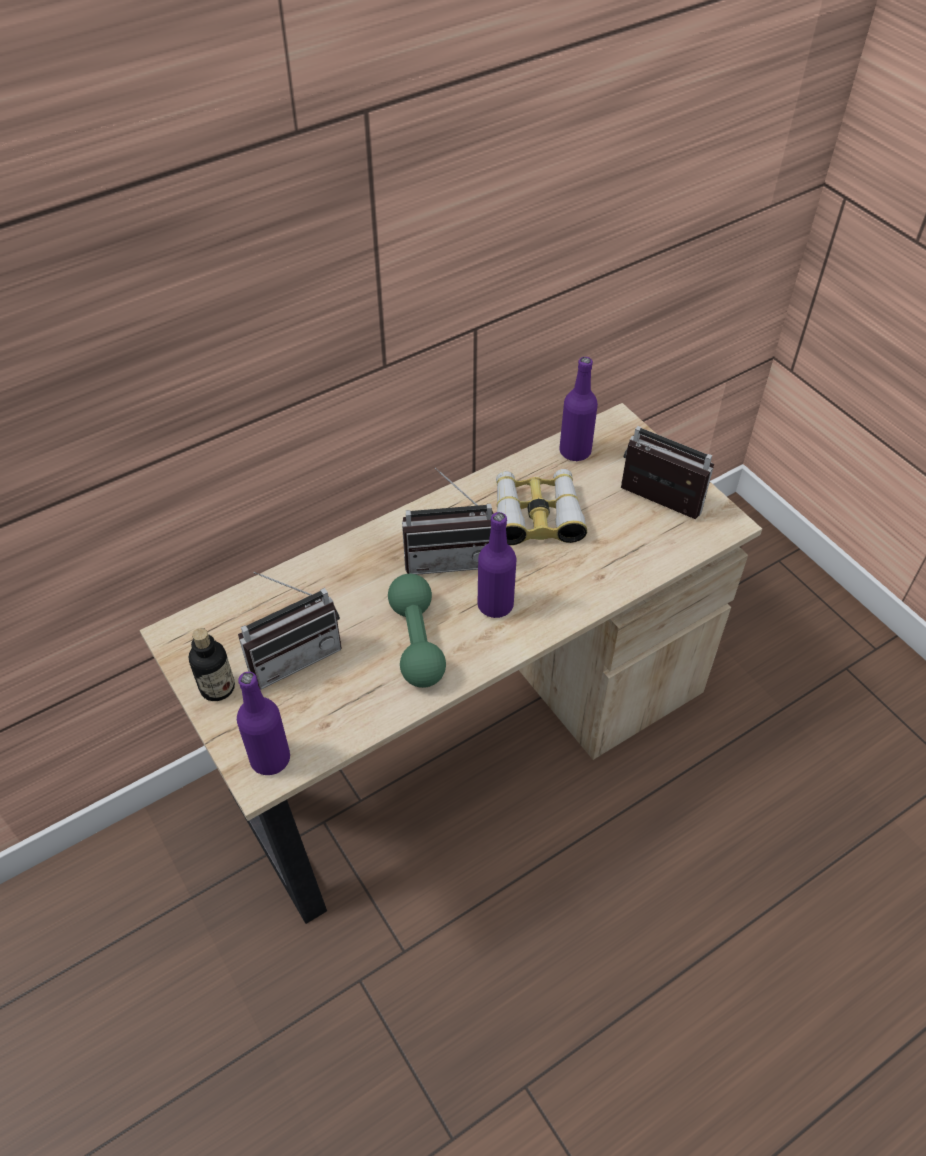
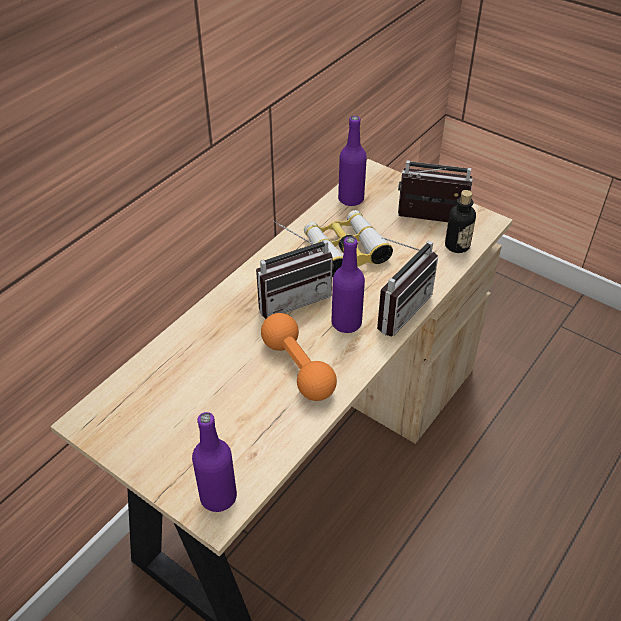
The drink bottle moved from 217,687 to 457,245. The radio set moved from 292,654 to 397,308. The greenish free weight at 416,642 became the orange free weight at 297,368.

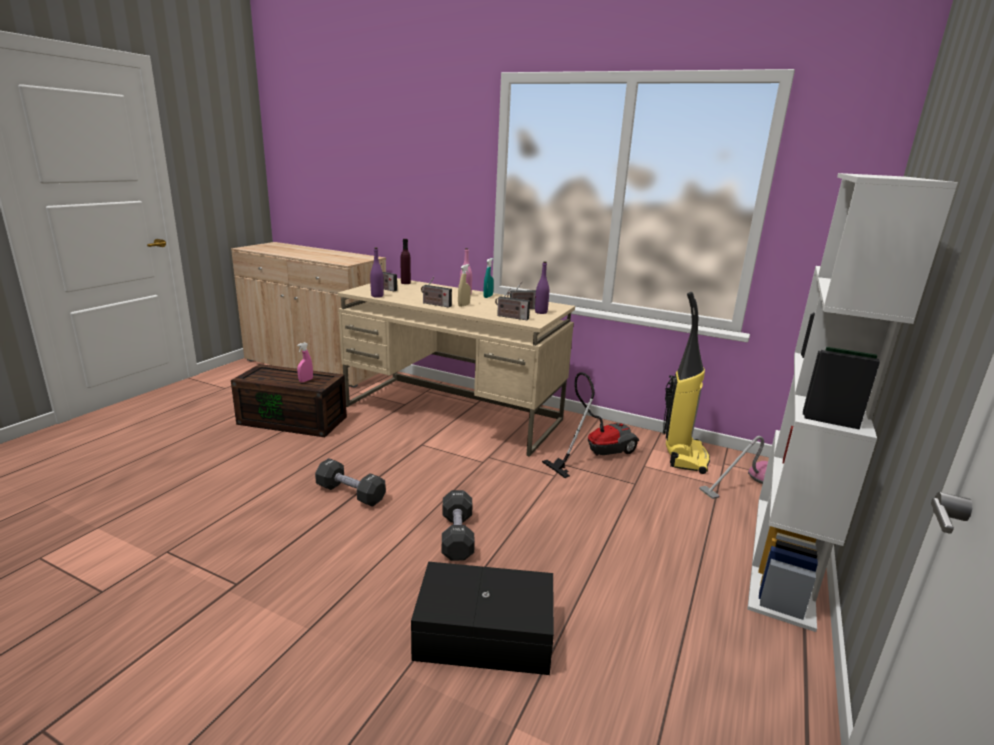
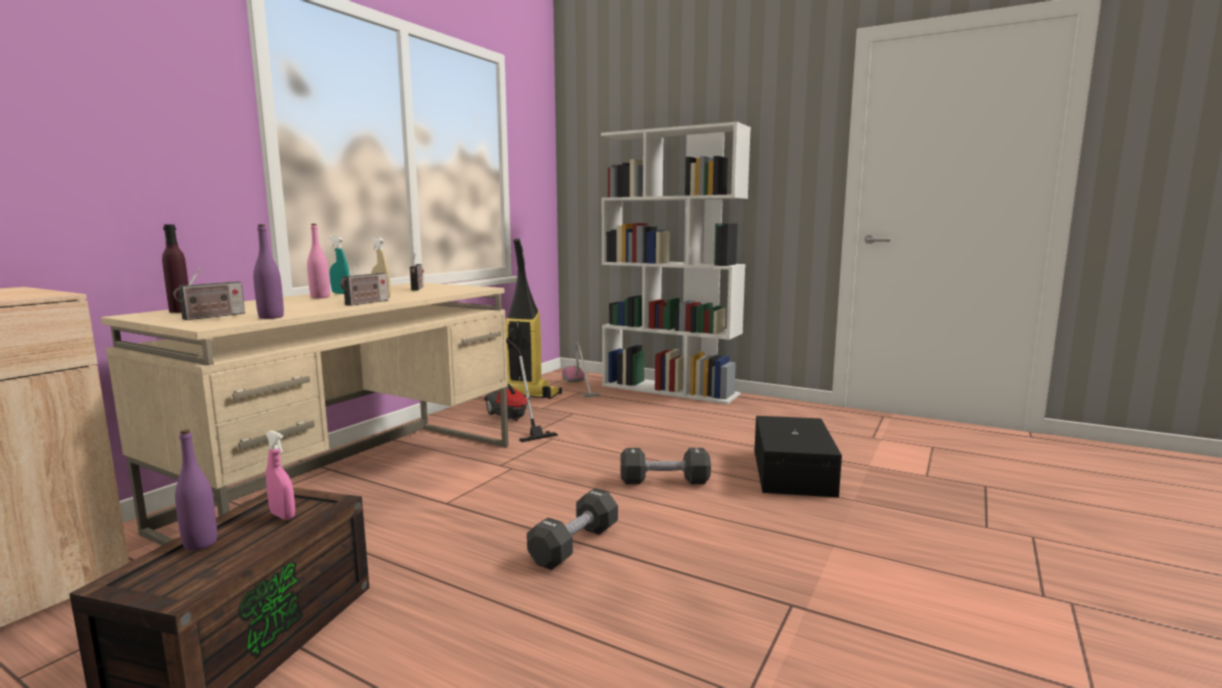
The radio set at 511,317 disappeared. The purplish drink bottle moved from 541,312 to 200,543.

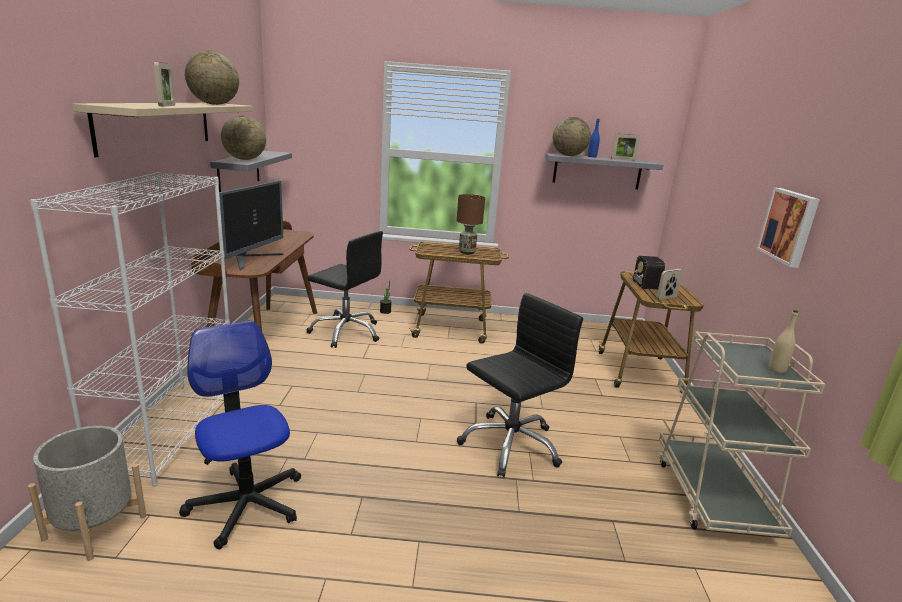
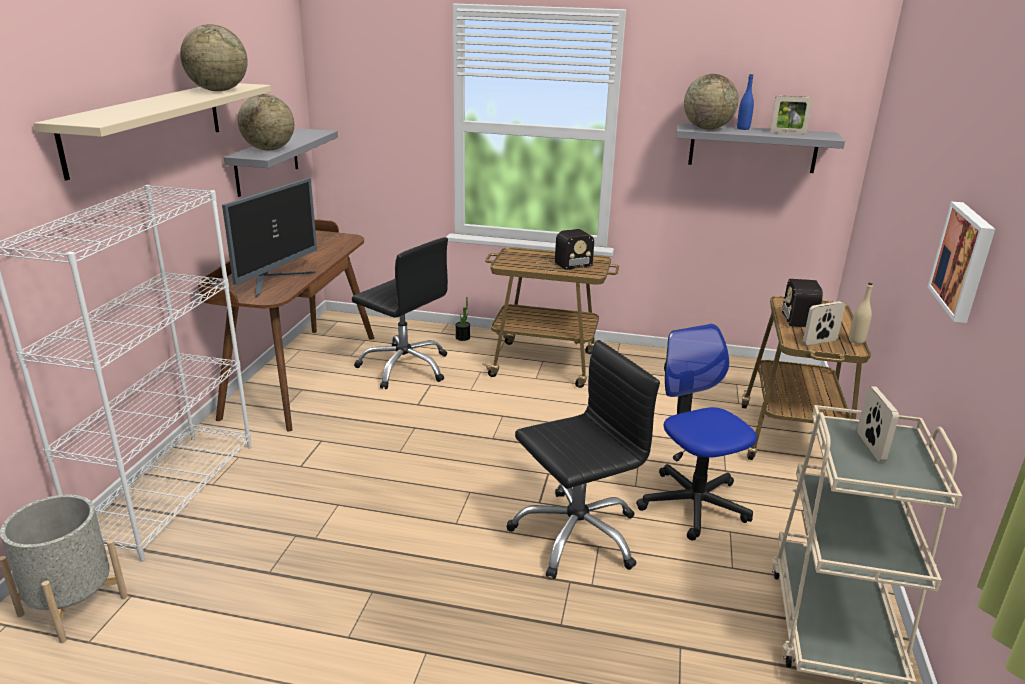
The picture frame moved from 167,106 to 870,447. The desk chair moved from 246,504 to 693,504. The beige drink bottle moved from 776,370 to 856,341. The brownish tabletop lamp at 467,252 was replaced by the radio set at 561,265.

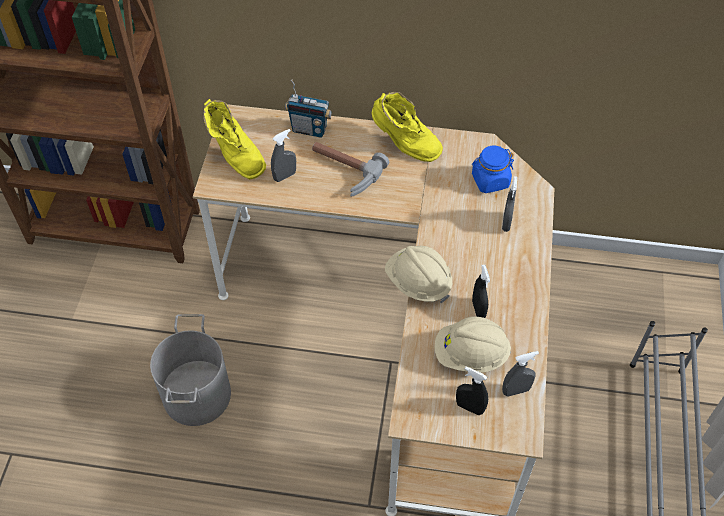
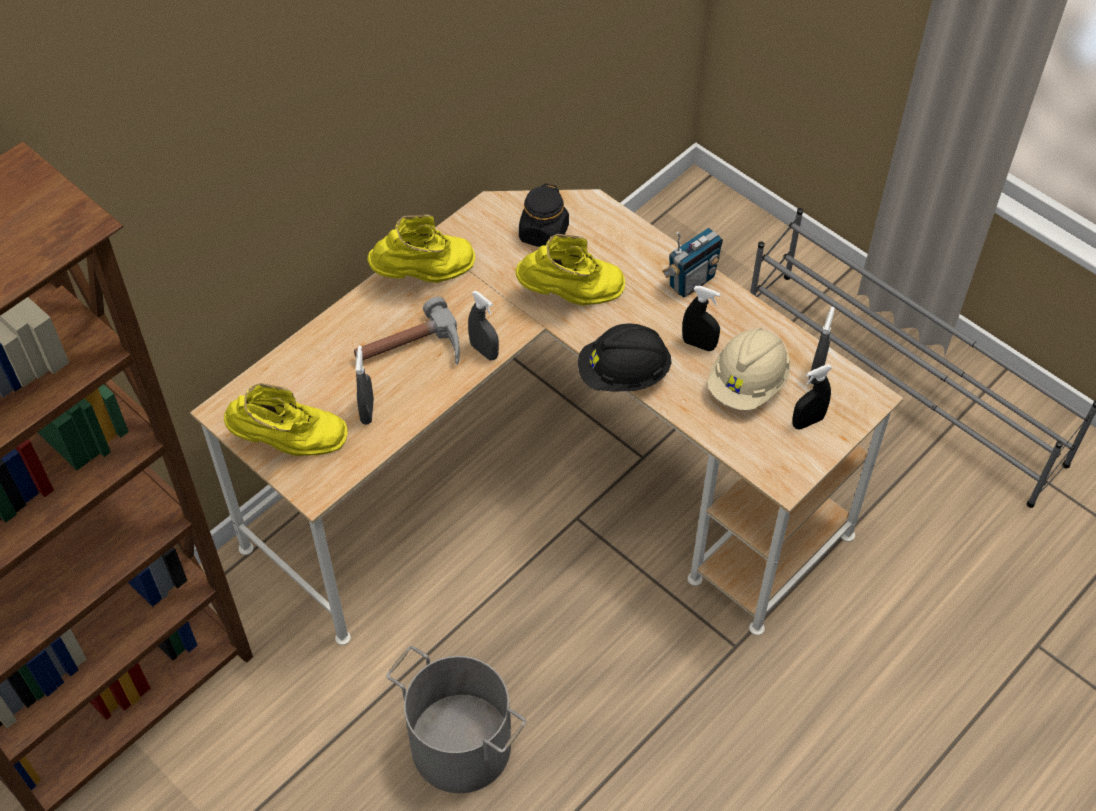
The yellowish high-top boot at 571,296 appeared. The radio set moved from 309,129 to 691,281. The gray sprayer moved from 506,223 to 484,351. The beige work helmet at 418,283 became the blackish work helmet at 623,374. The bluish storage jar at 490,181 became the blackish storage jar at 544,234.

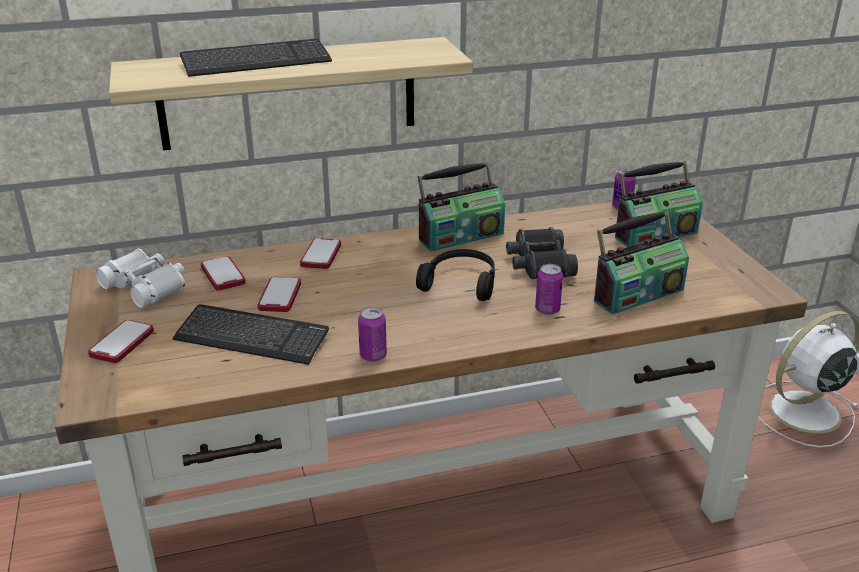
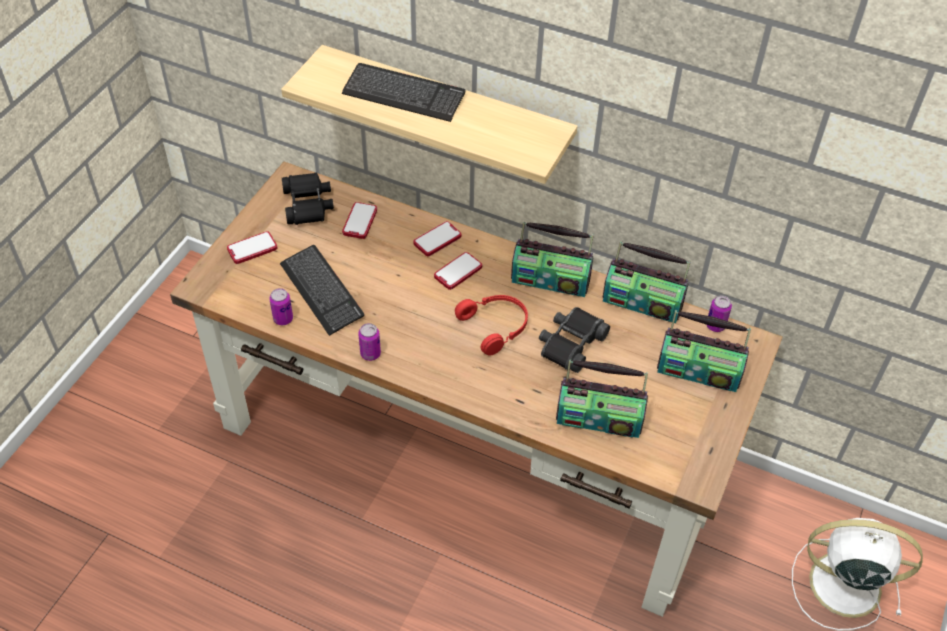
The radio set at 642,302 appeared. The phone moved from 280,296 to 458,272. The can moved from 547,309 to 283,319. The white field glasses at 146,286 became the blackish field glasses at 308,204. The blackish headphones at 461,282 became the reddish headphones at 495,326.

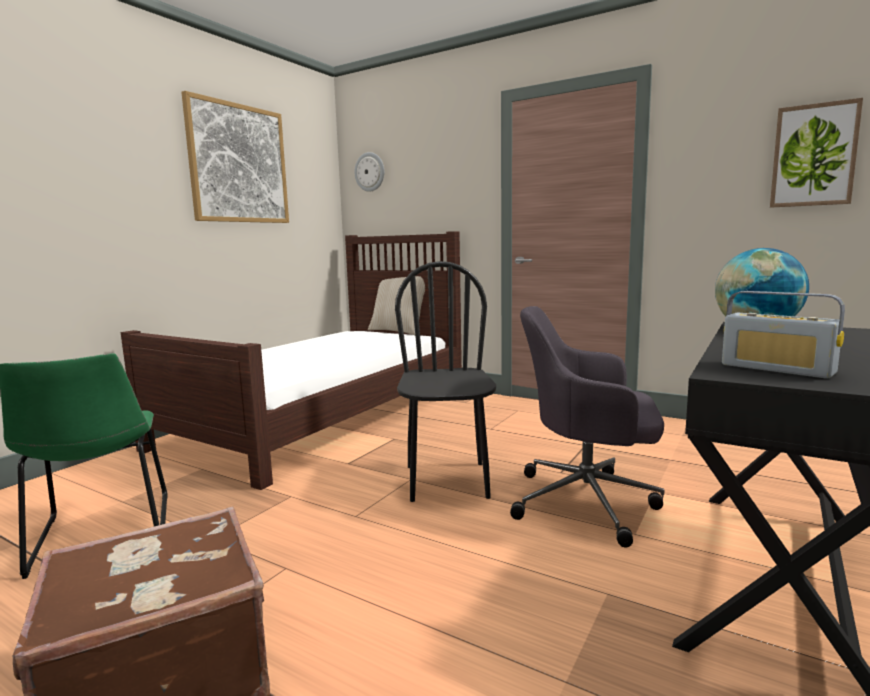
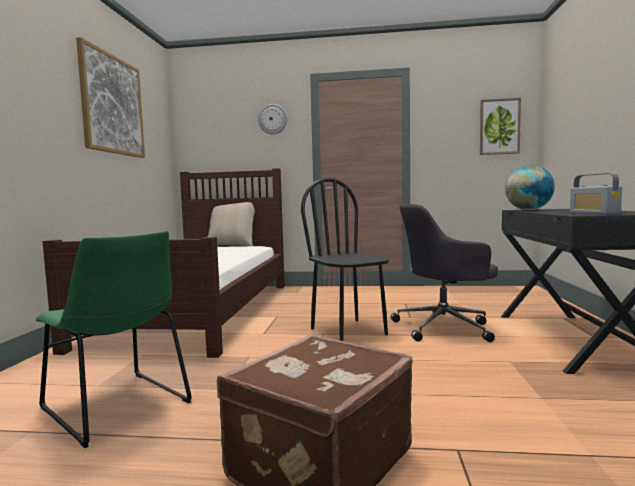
The hanging clock moved from 370,172 to 272,119. The radio set at 777,369 turned 60 degrees clockwise.

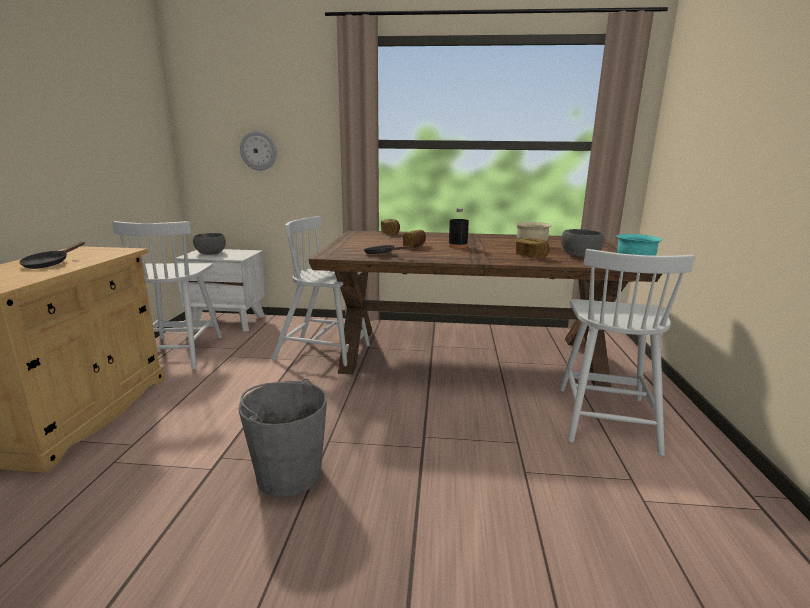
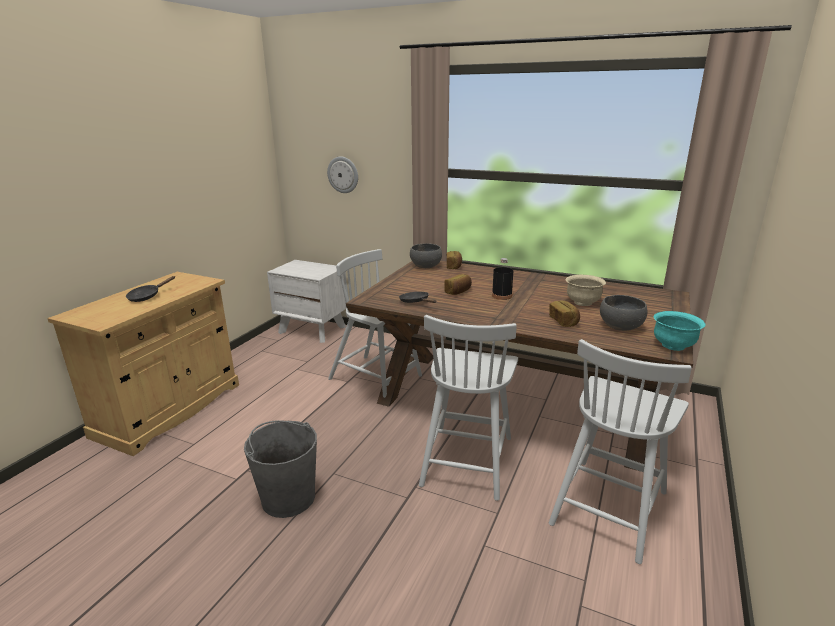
The white upright chair moved from 178,352 to 467,459. The gray deep dish moved from 211,253 to 426,266.

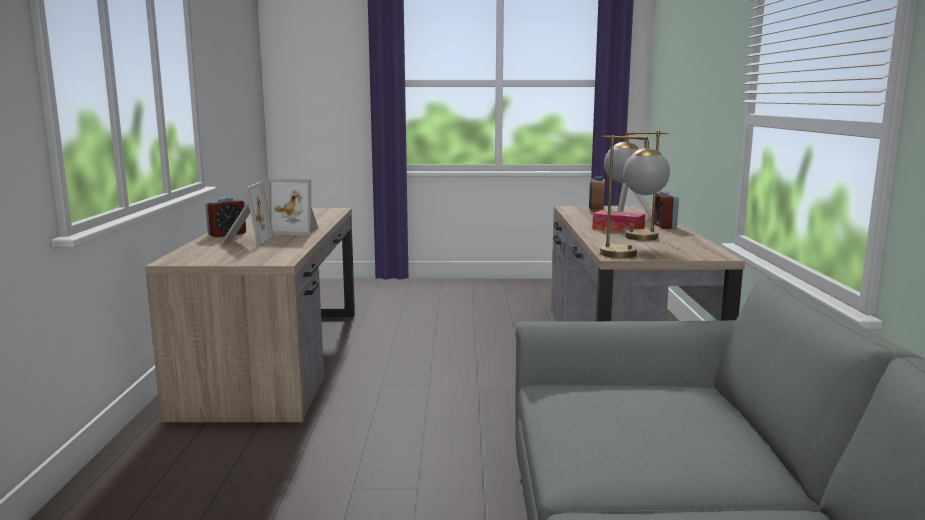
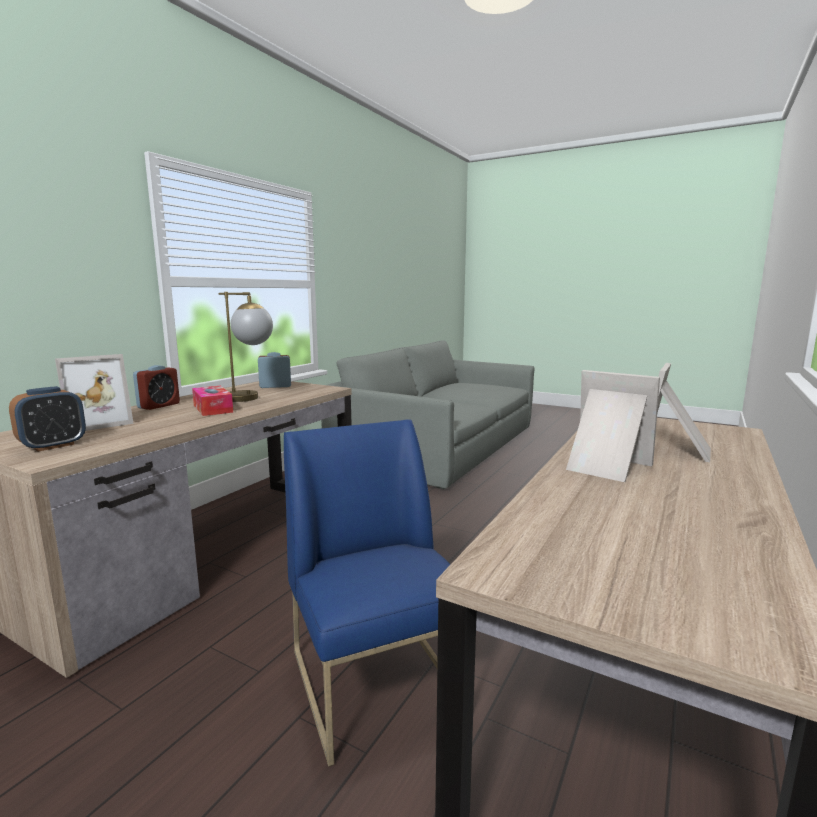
The tabletop lamp at 631,255 disappeared. The bluish upright chair at 378,682 appeared. The alarm clock moved from 227,234 to 275,386.

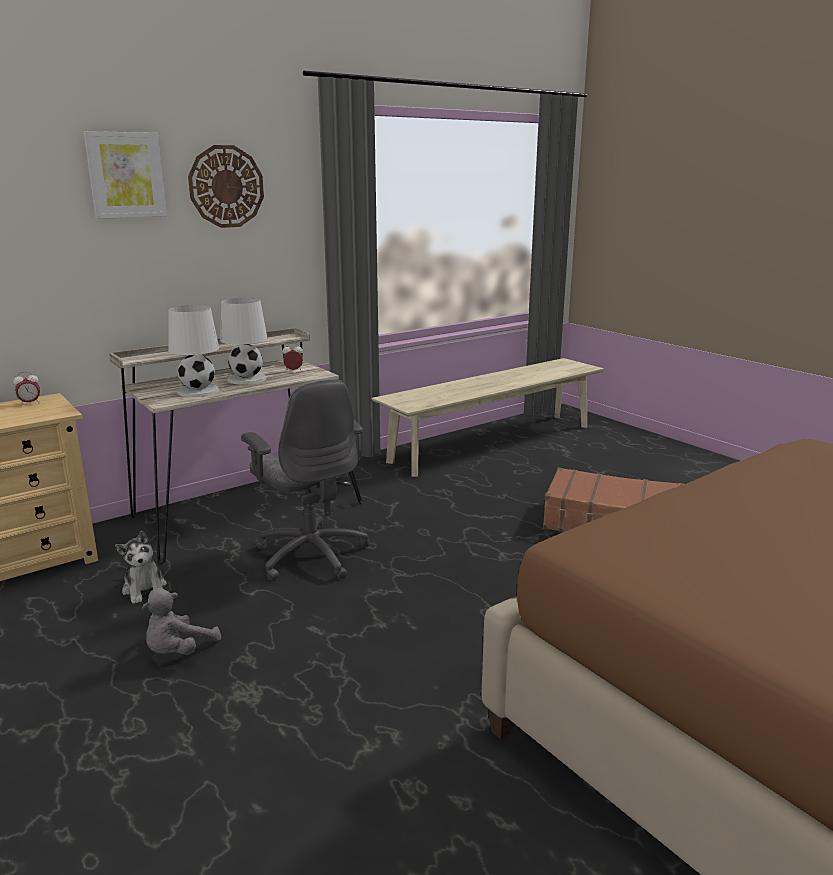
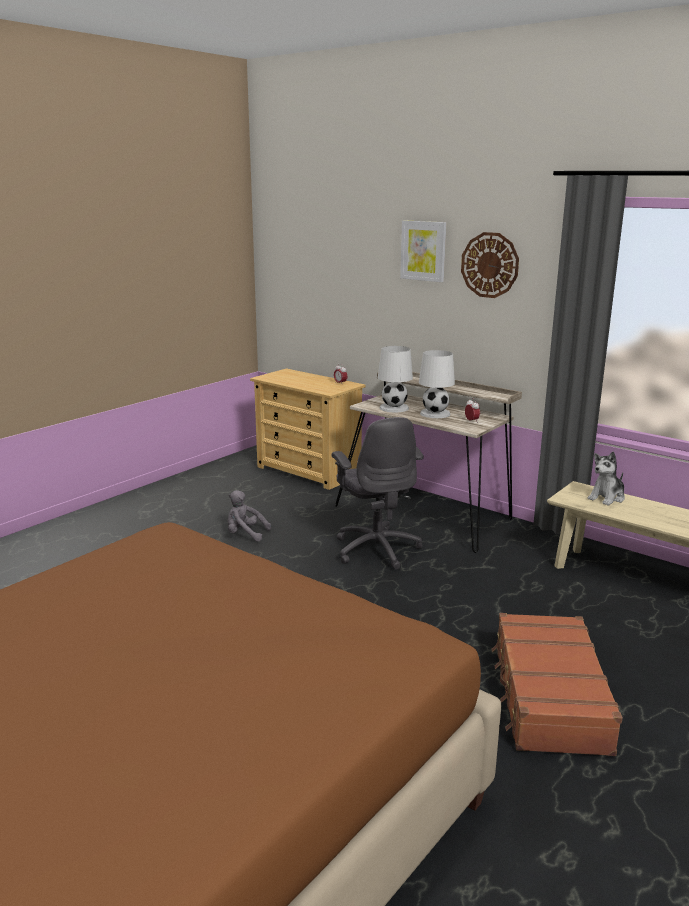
The cuddly toy moved from 145,589 to 607,498. The gray desk chair at 311,554 turned 60 degrees counterclockwise.

